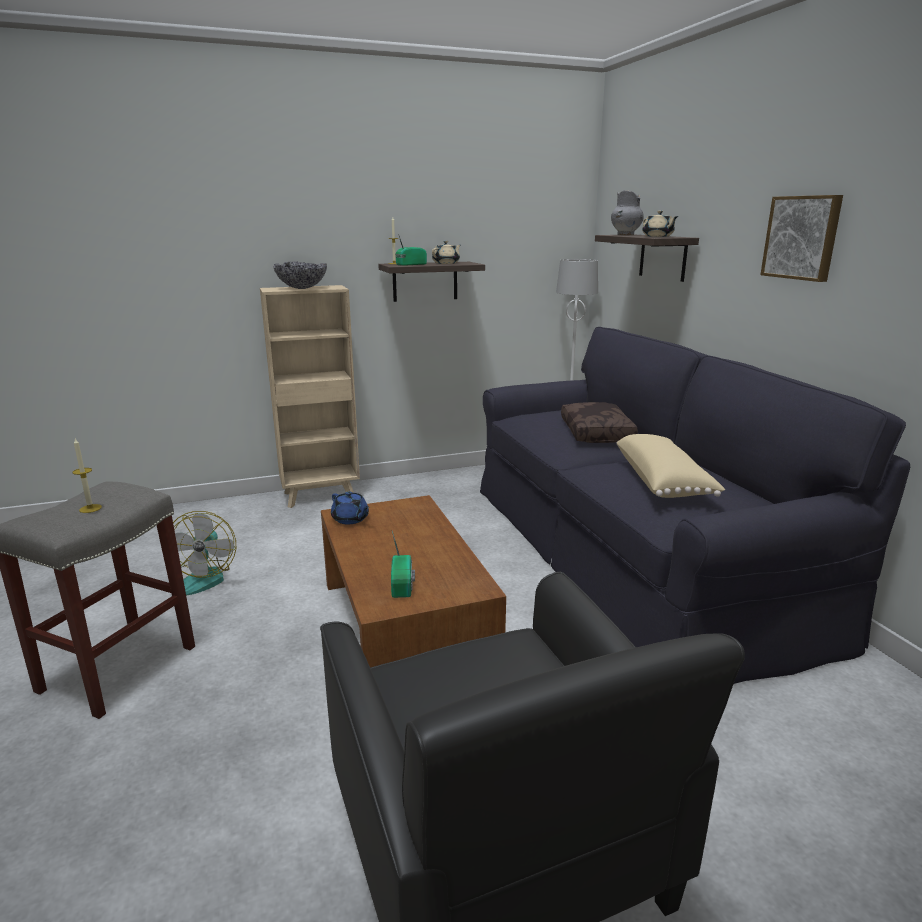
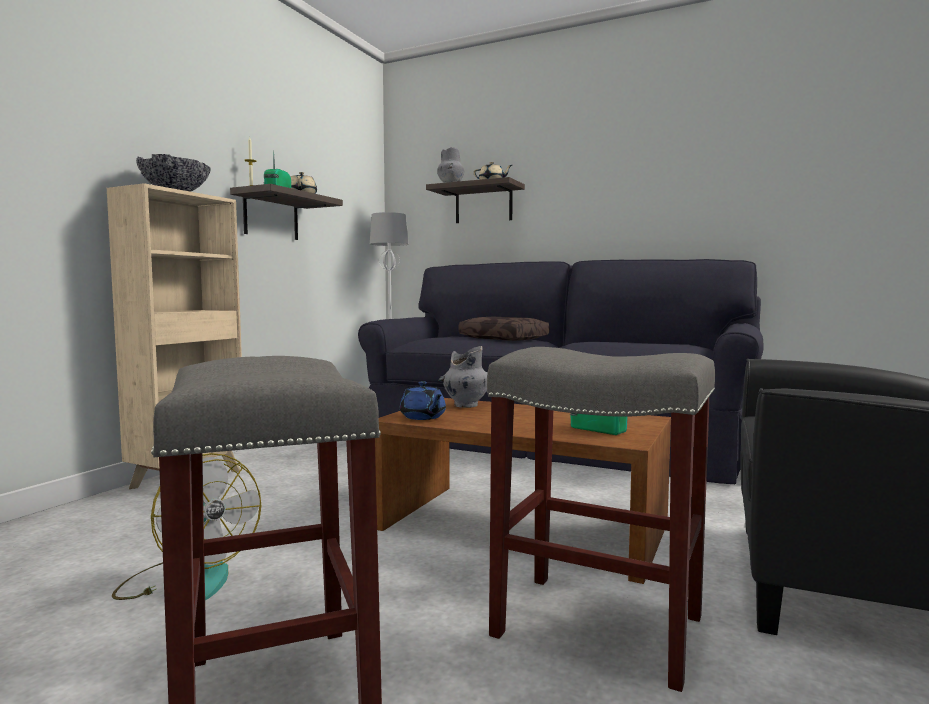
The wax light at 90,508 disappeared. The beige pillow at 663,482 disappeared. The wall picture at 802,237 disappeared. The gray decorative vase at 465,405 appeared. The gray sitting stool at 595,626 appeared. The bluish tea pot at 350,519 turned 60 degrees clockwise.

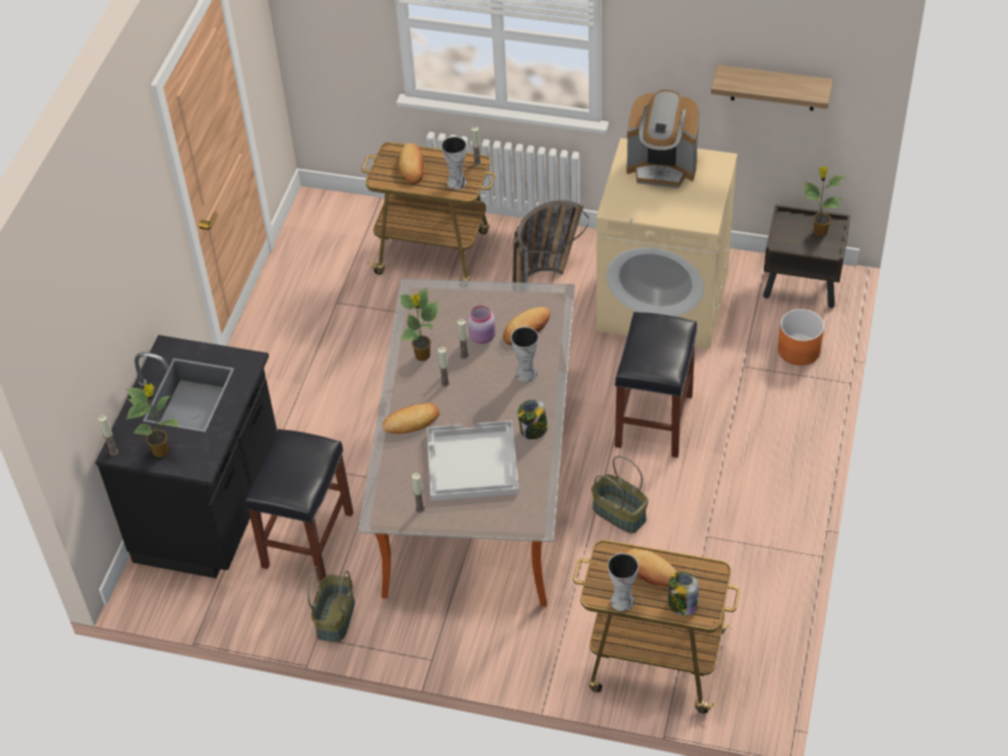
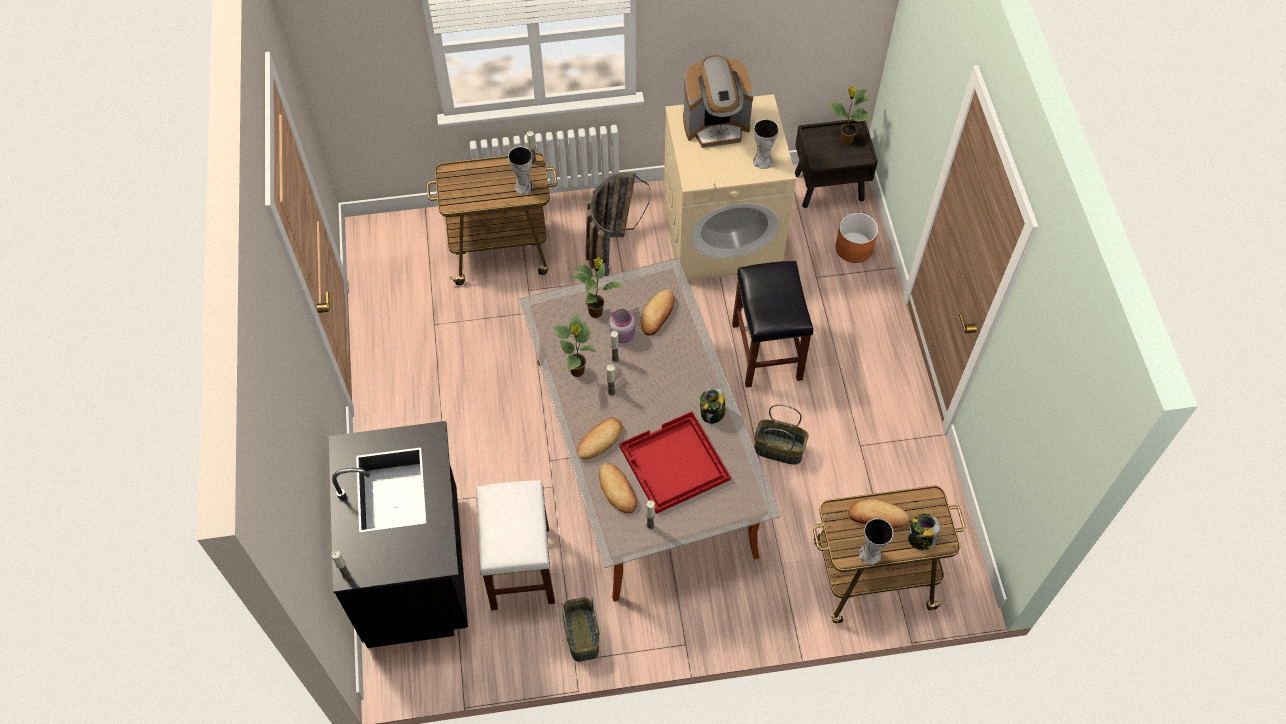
The wall shelf at 773,88 disappeared. The potted plant moved from 161,450 to 596,311. The bakery bread moved from 412,166 to 617,490. The decorative vase moved from 525,373 to 761,161. The blackish sitting stool at 307,538 became the white sitting stool at 519,566. The white tray at 471,463 became the reddish tray at 674,464.

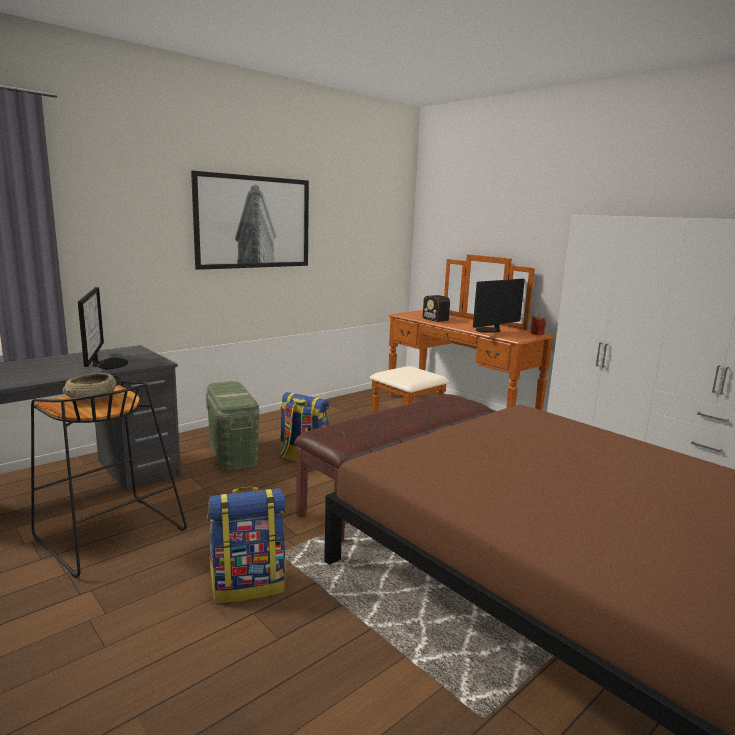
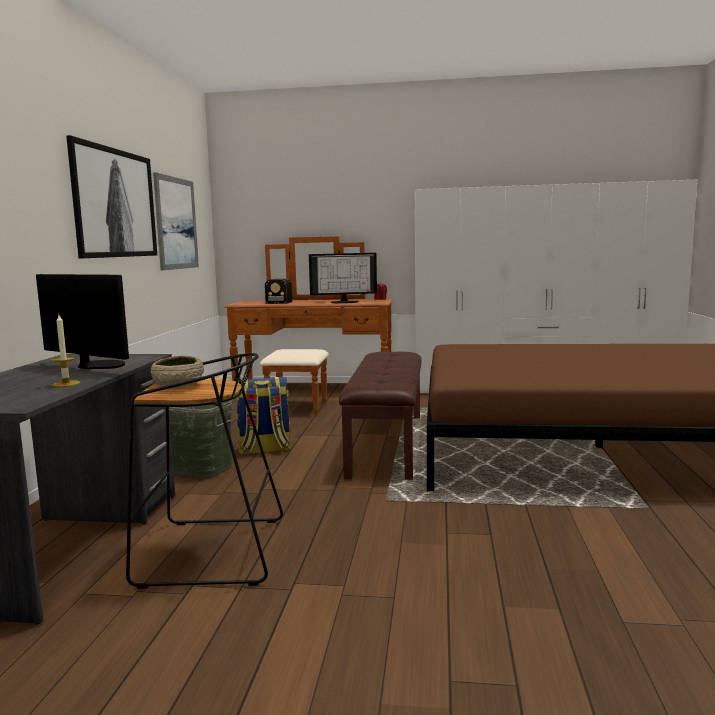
The rucksack at 249,585 disappeared. The wax light at 66,384 appeared. The wall picture at 176,223 appeared. The monitor at 490,330 turned 105 degrees counterclockwise.

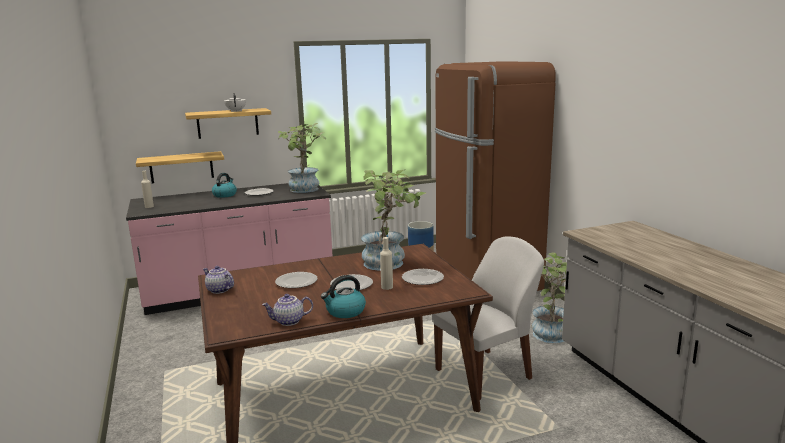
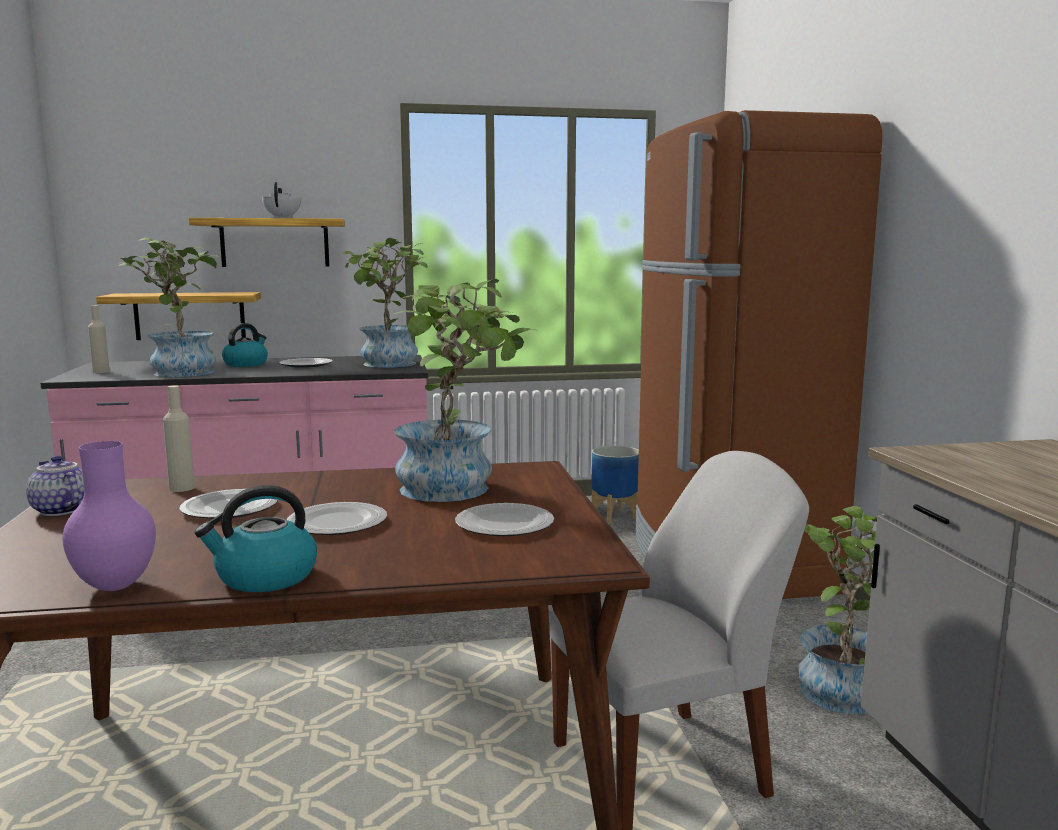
The potted plant at 178,371 appeared. The beige drink bottle moved from 387,287 to 181,488. The tea pot at 289,321 was replaced by the purplish decorative vase at 116,587.

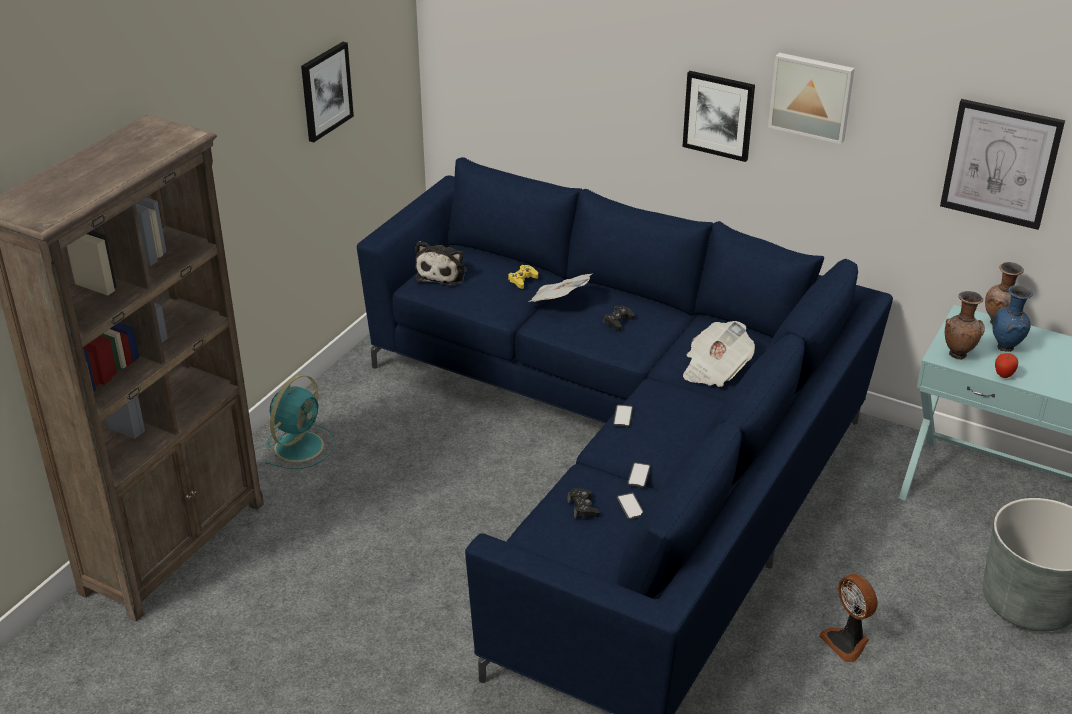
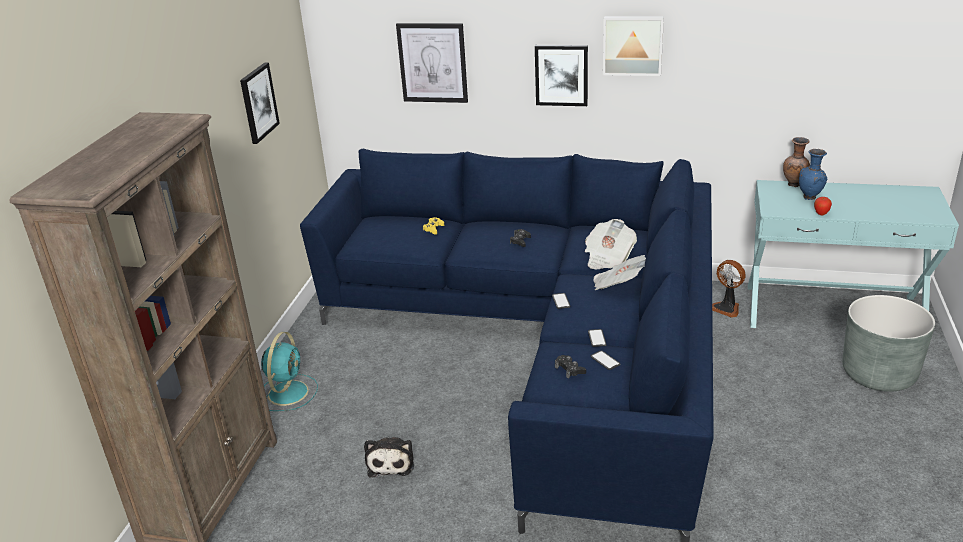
The brownish decorative vase at 958,354 disappeared. The cuddly toy moved from 443,273 to 391,462. The newspaper moved from 559,302 to 618,285. The electric fan moved from 847,641 to 726,308. The wall picture moved from 1000,163 to 432,62.

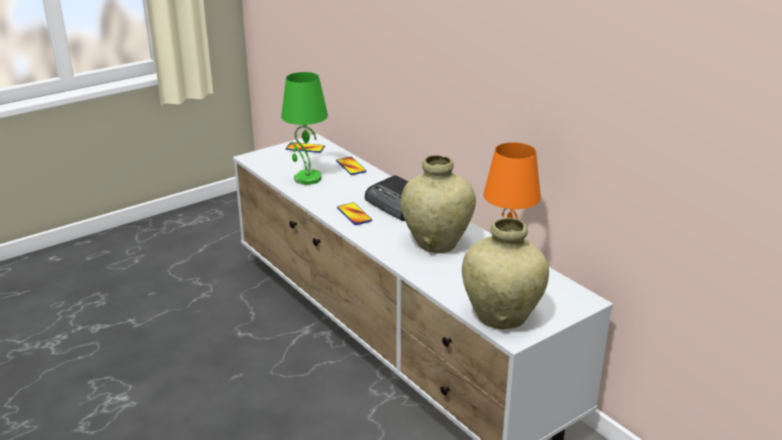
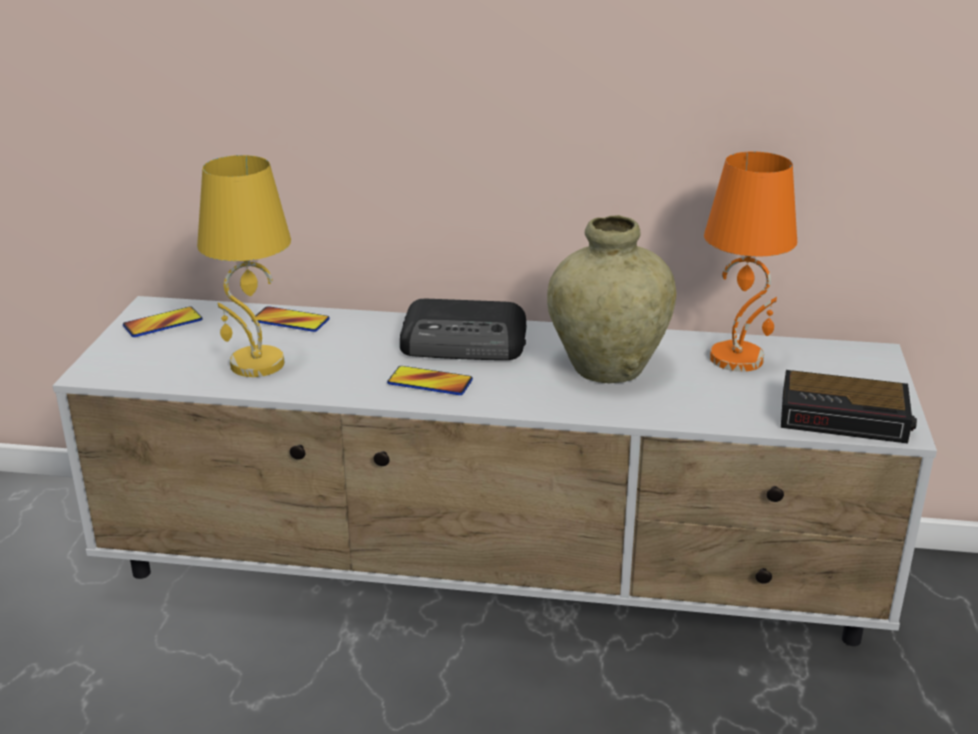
The beige decorative vase at 501,318 was replaced by the alarm clock at 846,417. The greenish tabletop lamp at 306,178 became the yellowish tabletop lamp at 256,365.

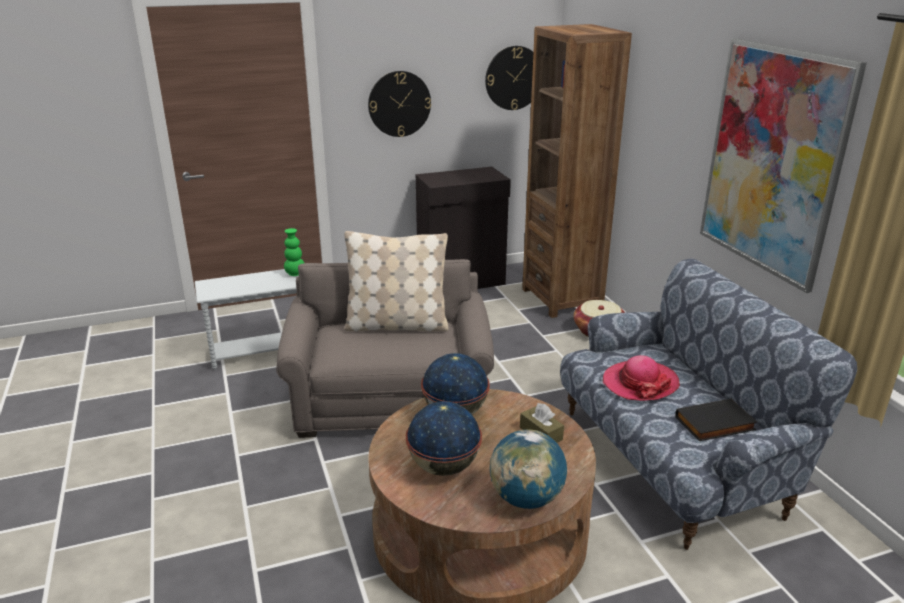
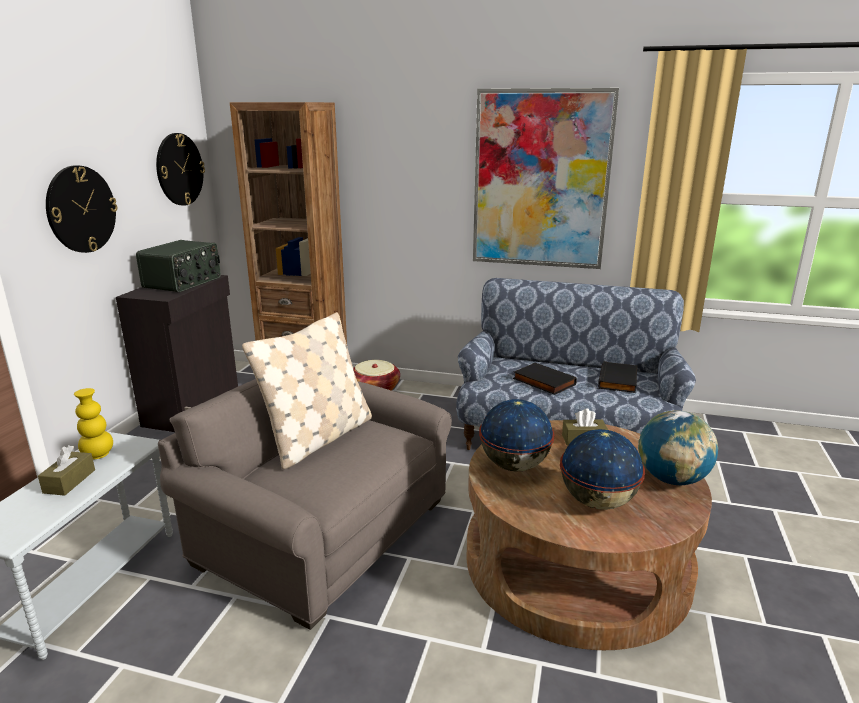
The brownish tissue box at 69,481 appeared. The radio set at 183,282 appeared. The clothing hat at 640,383 was replaced by the blackish volume at 542,382. The greenish decorative vase at 295,274 became the yellowish decorative vase at 98,455.

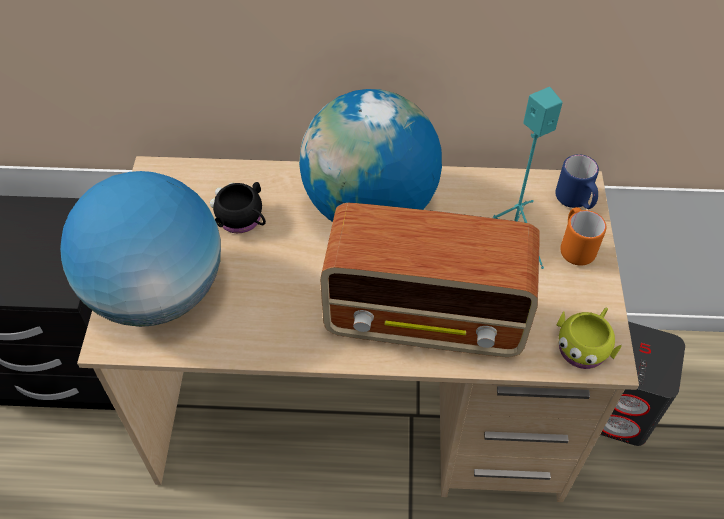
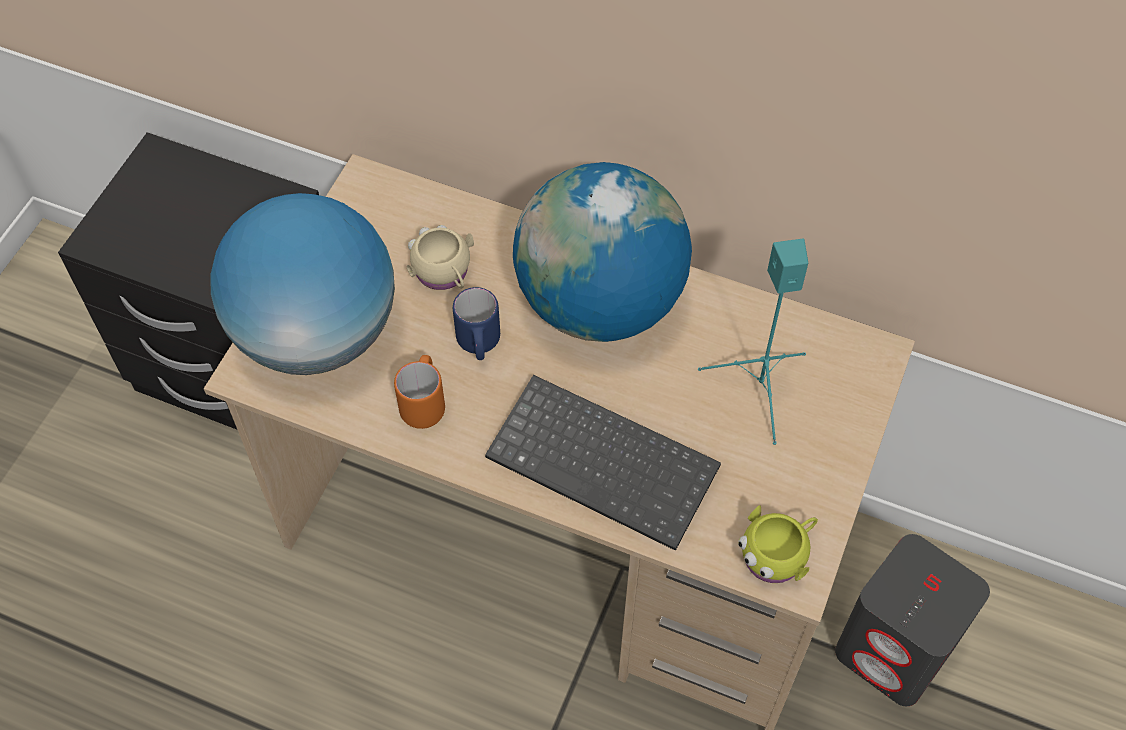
The bluish tea mug moved from 575,201 to 479,344. The orange tea mug moved from 575,247 to 424,403. The radio set at 427,319 was replaced by the computer keyboard at 606,461. The blackish tea mug at 243,220 became the beige tea mug at 444,273.

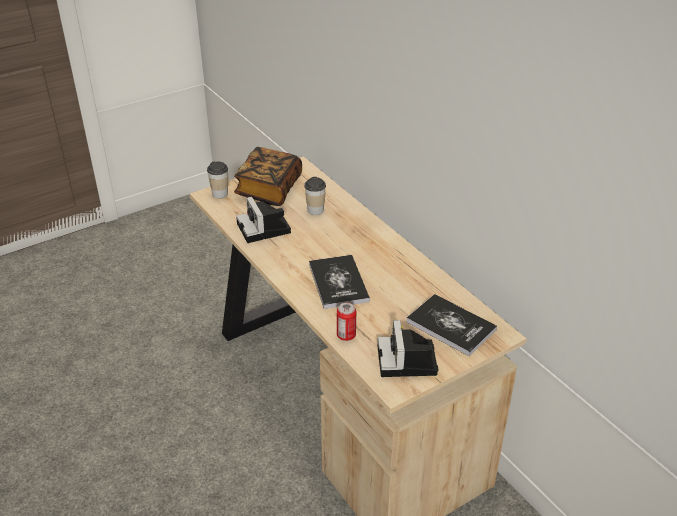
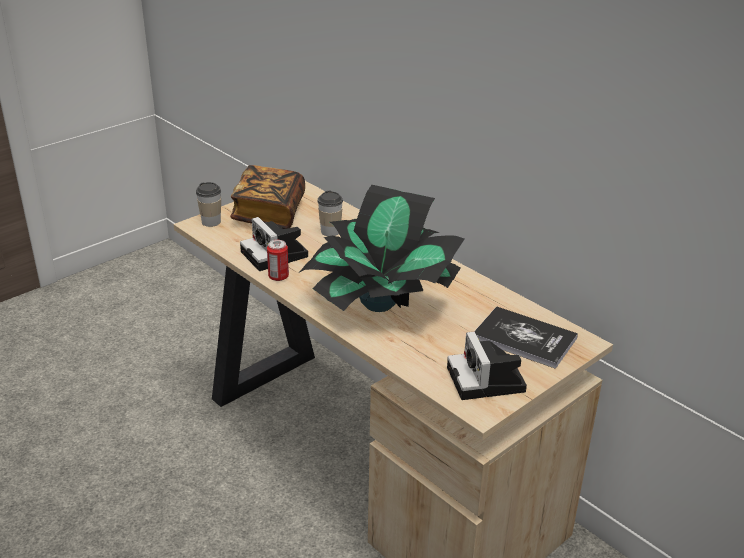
The can moved from 346,335 to 278,277. The volume at 338,282 was replaced by the potted plant at 380,304.

